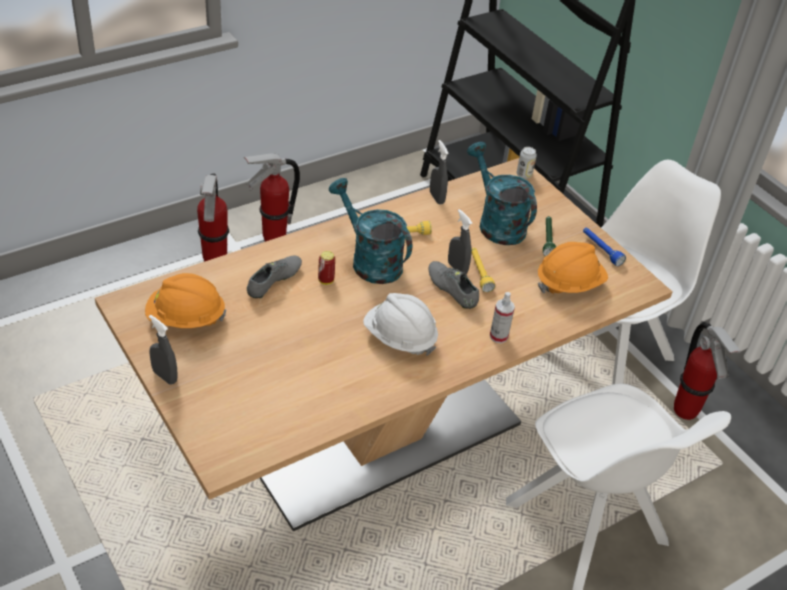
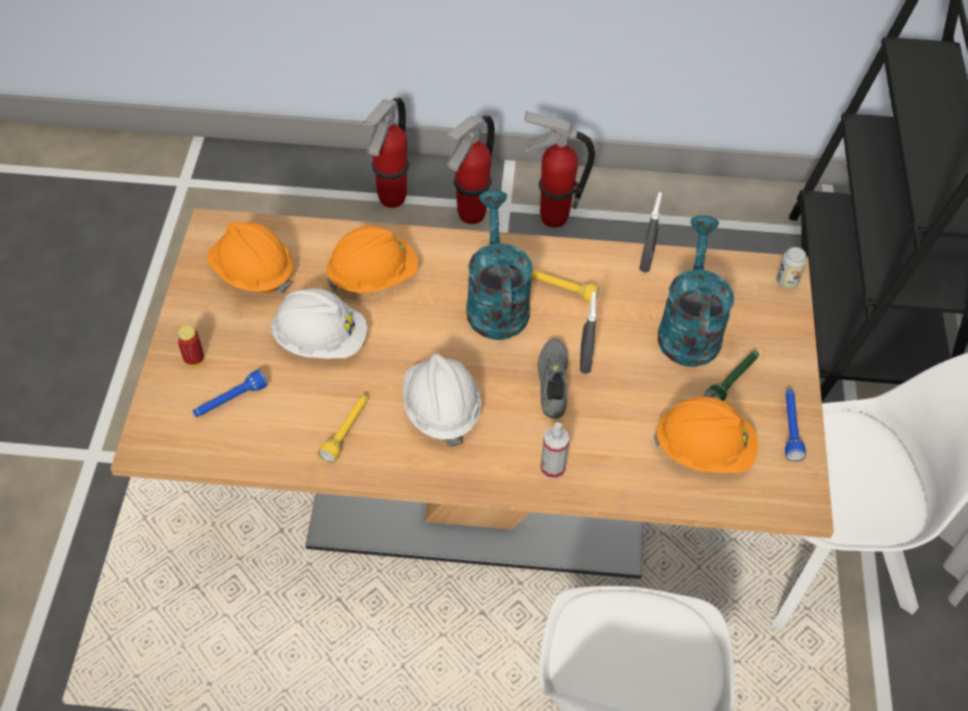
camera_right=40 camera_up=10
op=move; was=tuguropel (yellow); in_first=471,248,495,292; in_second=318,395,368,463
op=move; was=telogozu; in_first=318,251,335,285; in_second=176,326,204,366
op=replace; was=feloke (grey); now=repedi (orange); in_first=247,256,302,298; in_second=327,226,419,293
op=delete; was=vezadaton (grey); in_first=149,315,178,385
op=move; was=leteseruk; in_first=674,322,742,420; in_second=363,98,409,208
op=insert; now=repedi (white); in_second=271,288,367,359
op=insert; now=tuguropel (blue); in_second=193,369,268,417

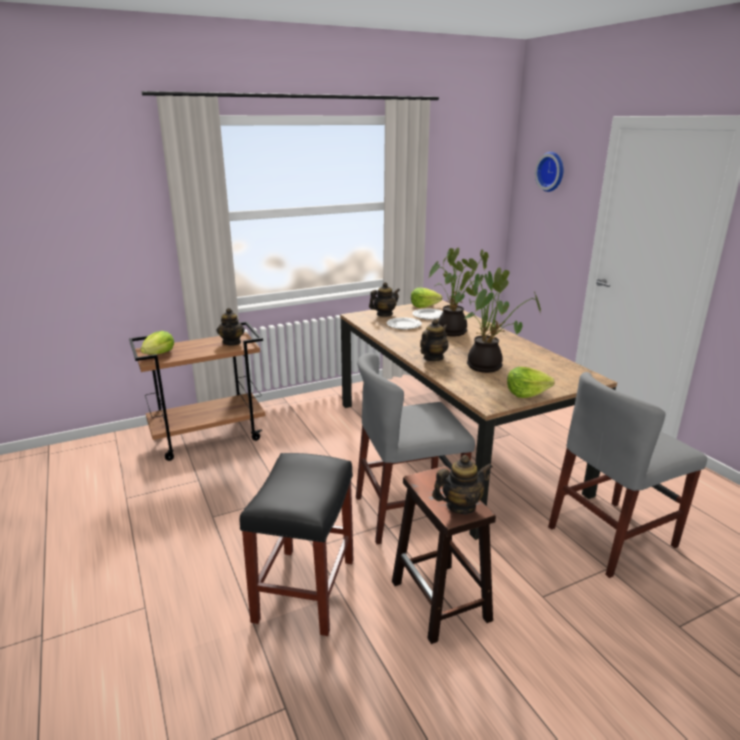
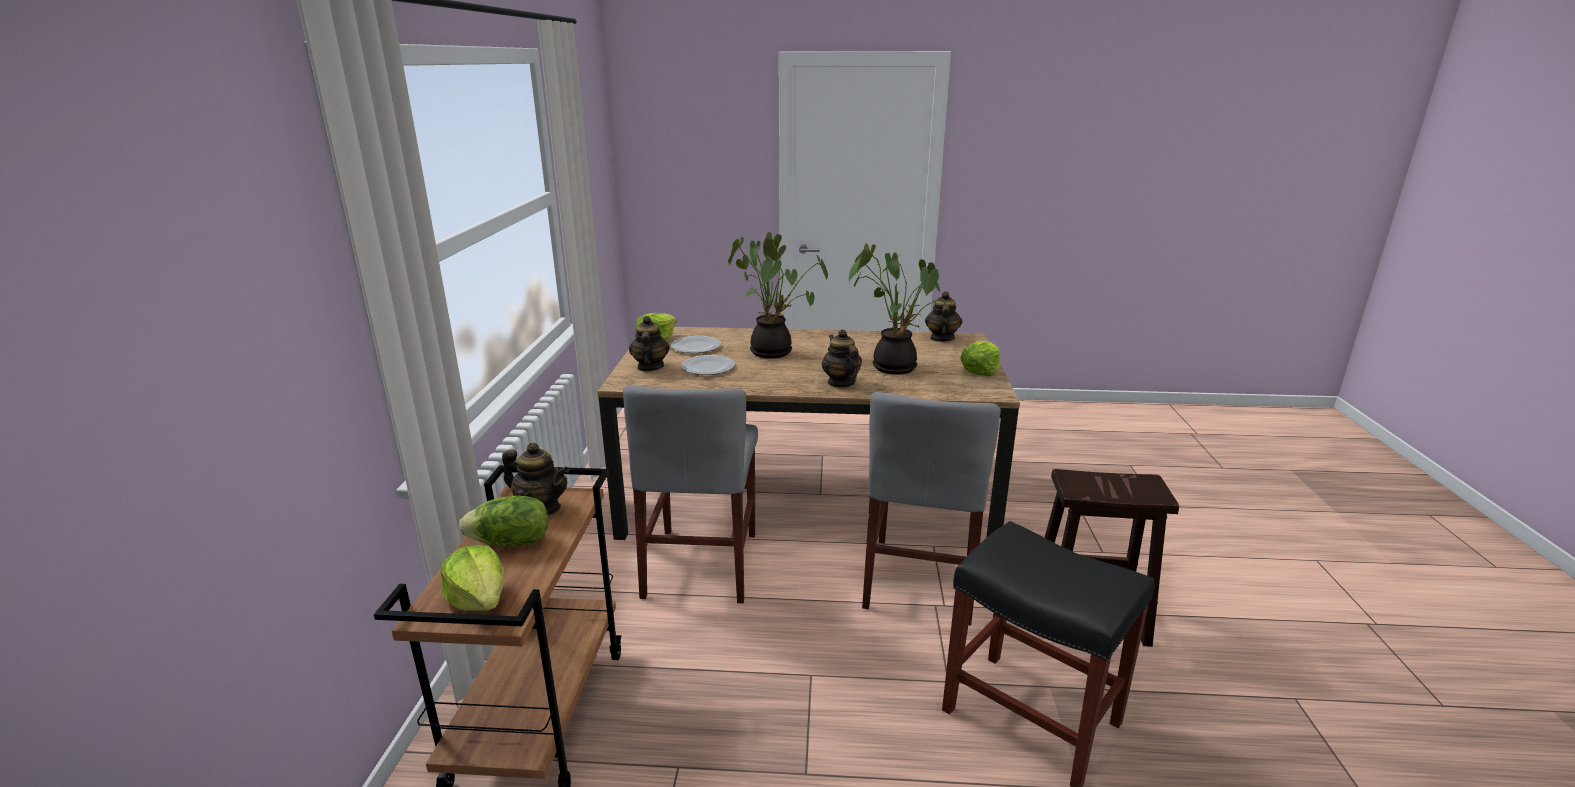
camera_right=-60 camera_up=0
op=delete; was=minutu; in_first=535,152,564,192
op=move; was=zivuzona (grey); in_first=548,372,707,578; in_second=623,385,758,603
op=move; was=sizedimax; in_first=432,455,493,514; in_second=925,291,962,342
op=insert; now=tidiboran; in_second=459,496,548,547

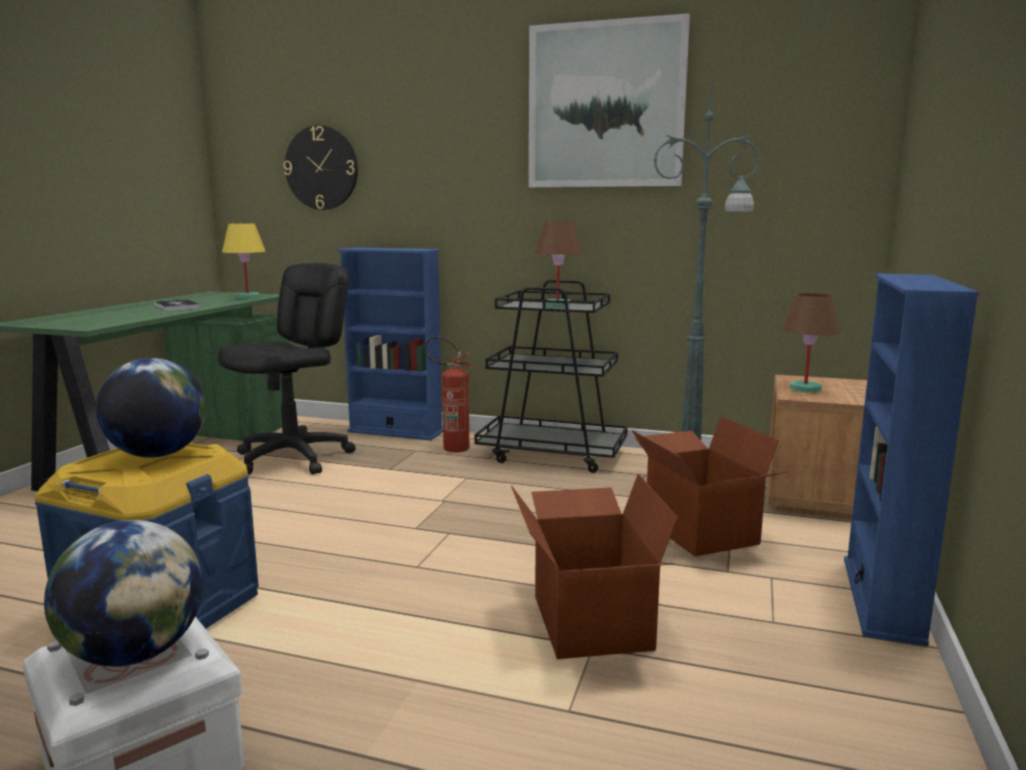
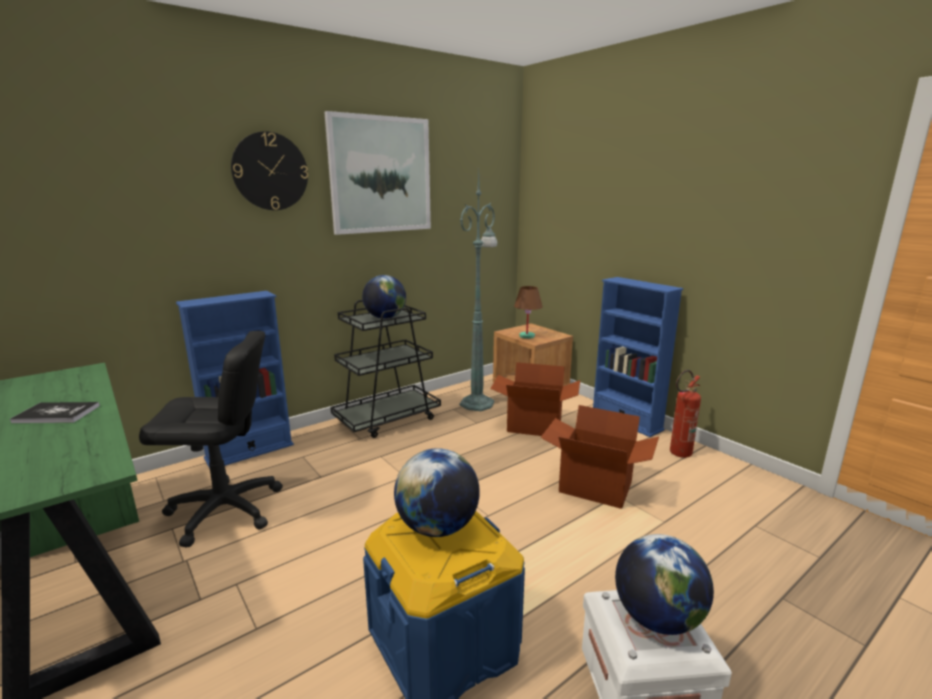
camera_right=-55 camera_up=5
op=move; was=minutu; in_first=284,125,358,210; in_second=231,131,308,210
op=replace; was=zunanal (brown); now=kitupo; in_first=535,221,582,306; in_second=362,275,406,319
op=delete; was=zunanal (yellow); in_first=222,223,266,299
op=rotate; was=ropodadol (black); in_first=218,263,356,475; in_second=139,331,283,547; clockwise=105
op=move; was=leteseruk; in_first=424,336,473,452; in_second=670,370,701,458

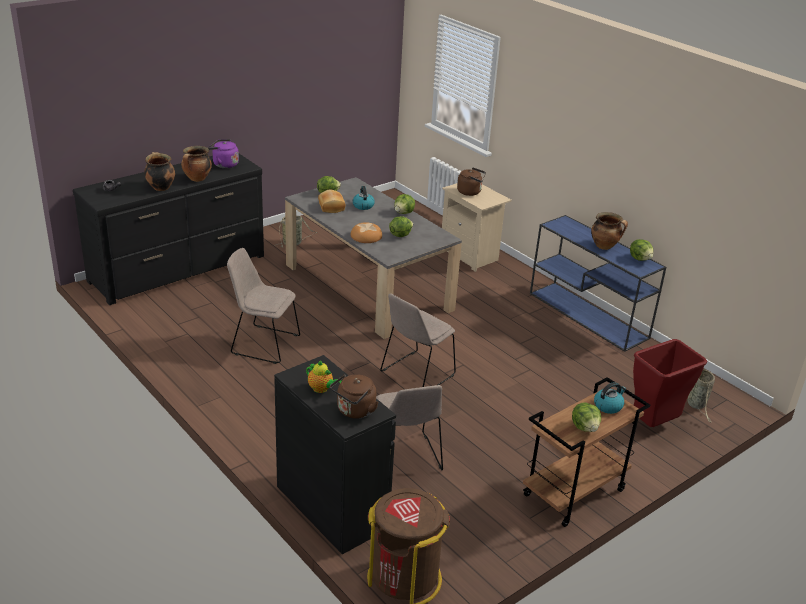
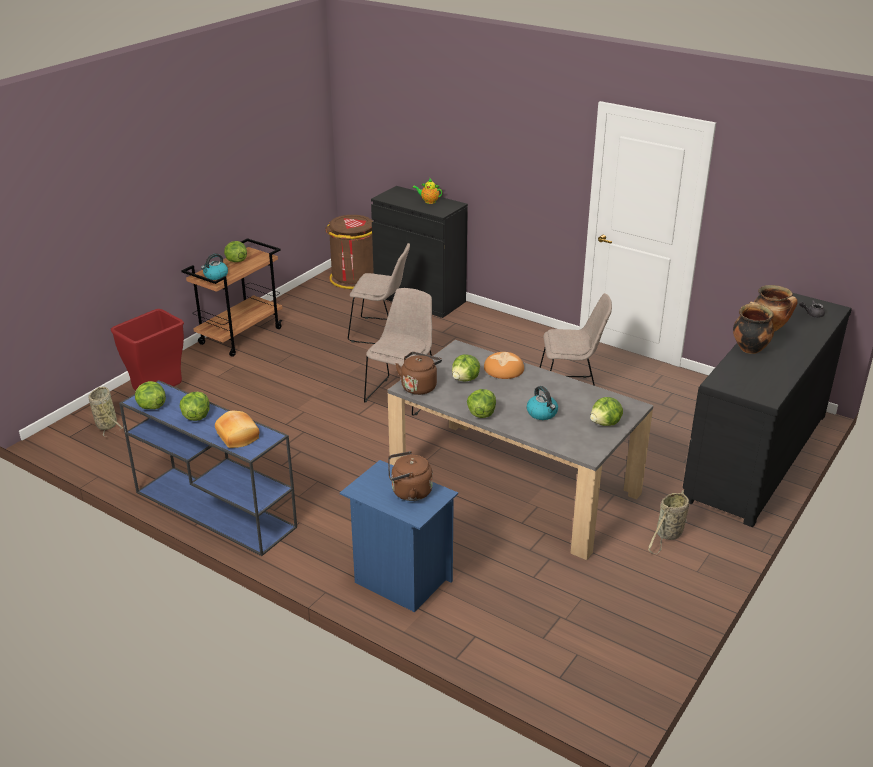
camera_right=165 camera_up=0
op=delete; was=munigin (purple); in_first=207,139,239,168
op=recolor; was=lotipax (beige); now=lotipax (blue); in_first=442,183,512,272; in_second=340,460,458,612
op=move; was=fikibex; in_first=318,189,346,213; in_second=215,411,260,448
op=replace; was=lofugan; now=tidiboran; in_first=591,212,628,250; in_second=180,392,210,421
op=move; was=munigin (brown); in_first=330,374,378,419; in_second=396,352,442,395
op=rotate; was=zivuzona (beige); in_first=376,385,443,470; in_second=348,243,410,344; clockwise=135

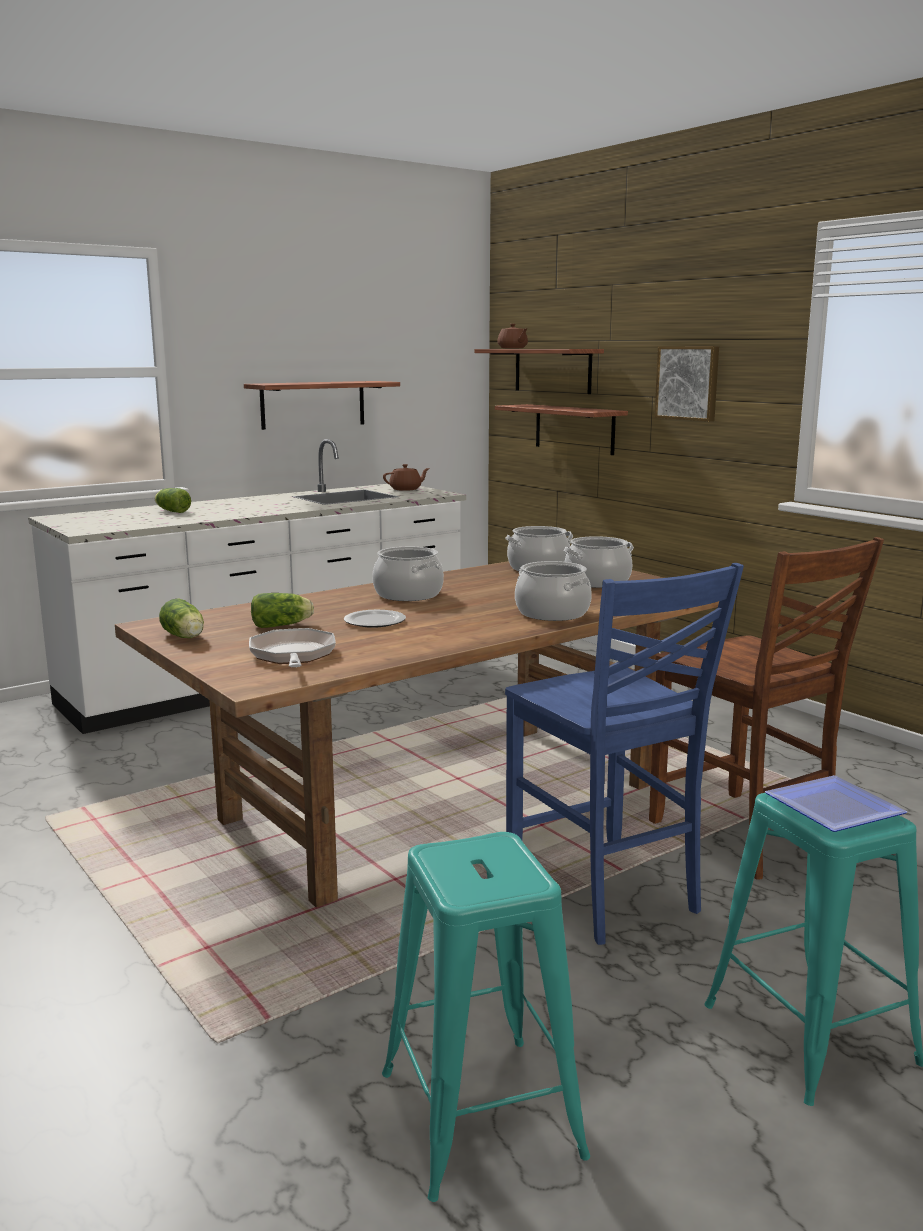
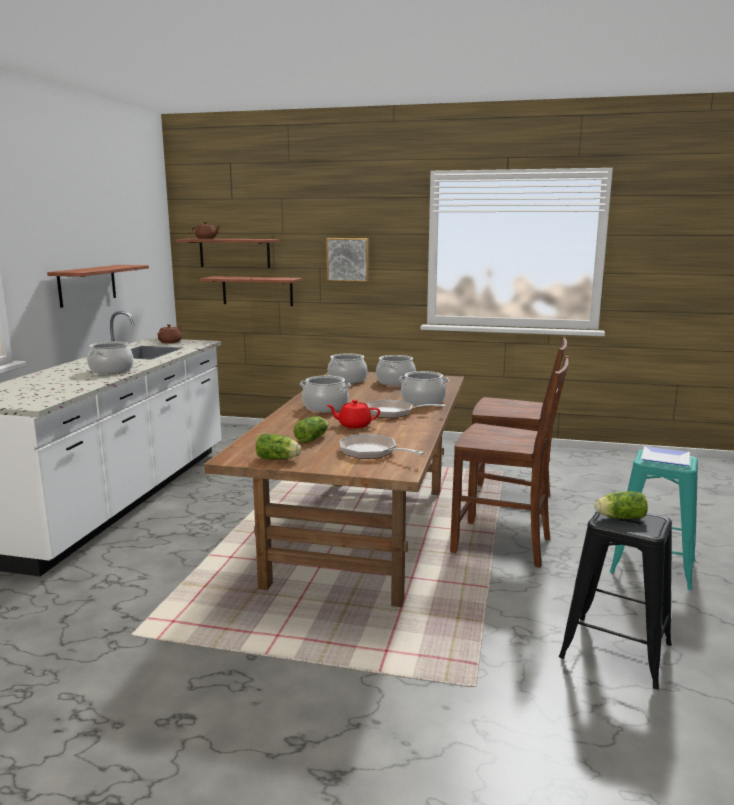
camera_right=-40 camera_up=0
op=move; was=tidiboran; in_first=155,488,191,513; in_second=595,491,648,519
op=recolor; was=zivuzona (blue); now=zivuzona (brown); in_first=505,563,744,945; in_second=450,356,570,568
op=replace; was=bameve; now=sizedimax (red); in_first=344,610,406,628; in_second=327,400,380,428
op=recolor; was=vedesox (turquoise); now=vedesox (black); in_first=382,832,590,1202; in_second=559,511,672,689
op=insert; now=lofugan; in_second=87,342,134,374
op=insert; now=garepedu; in_second=366,400,445,418

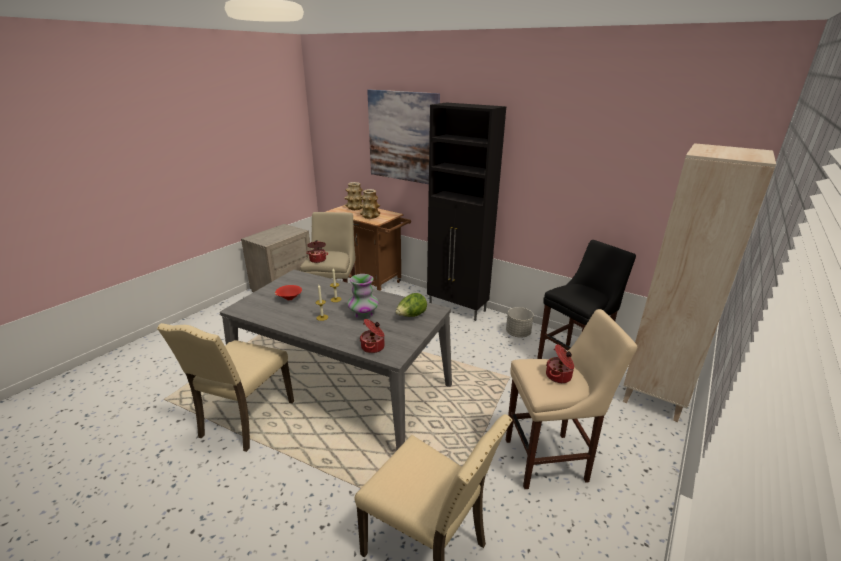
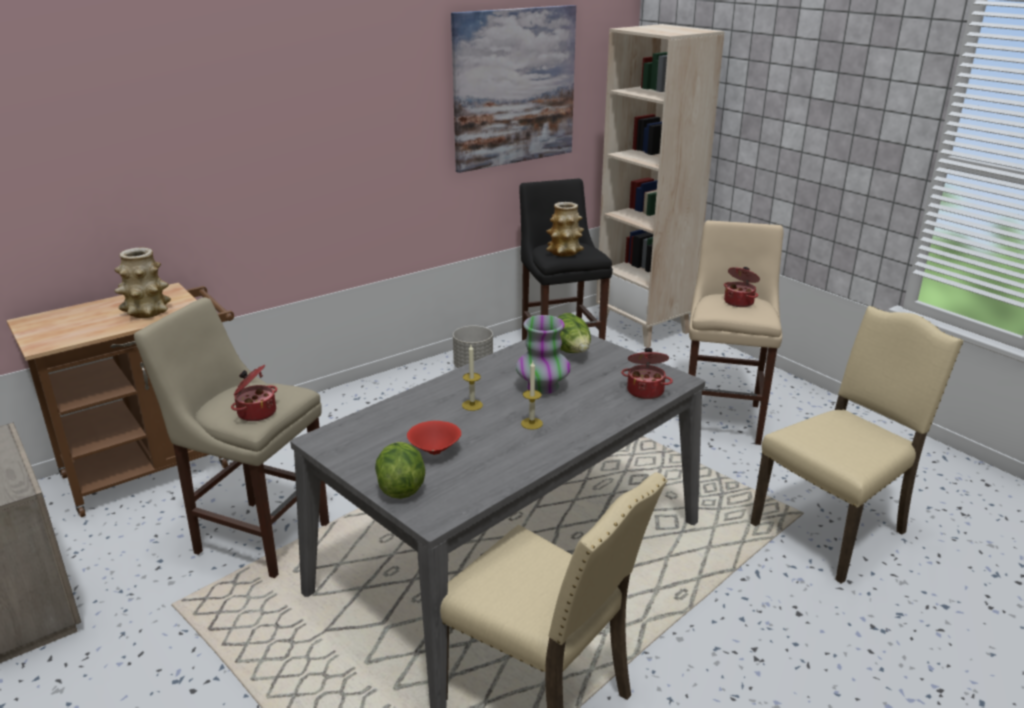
camera_right=-70 camera_up=0
op=move; was=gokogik; in_first=367,89,440,184; in_second=451,5,576,173
op=delete; was=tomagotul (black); in_first=427,102,506,321
op=move; was=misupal; in_first=344,182,363,210; in_second=546,202,584,257
op=insert; now=tidiboran; in_second=375,442,425,499

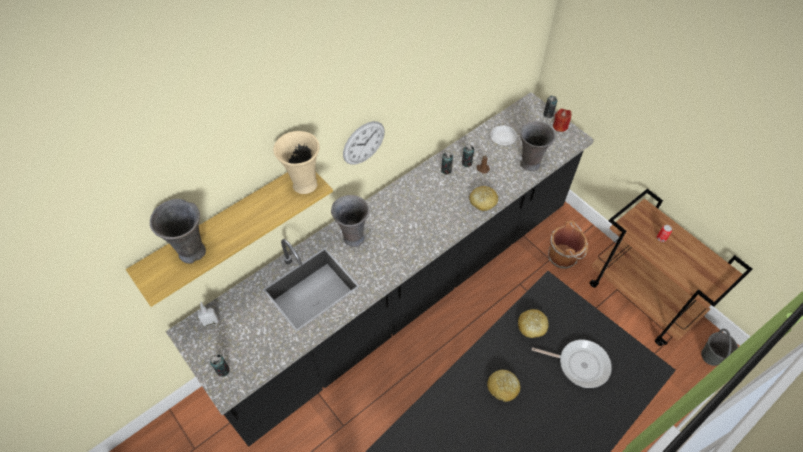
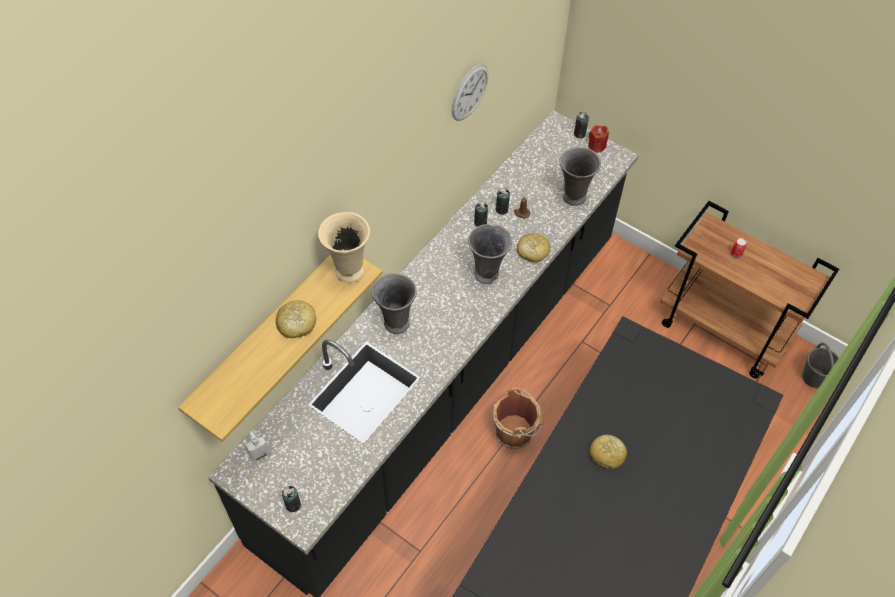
camera_right=-15 camera_up=0
op=move; was=minutu; in_first=343,121,385,165; in_second=452,64,488,121
op=delete; was=bameve (white); in_first=490,125,517,145
op=move; was=misupal (grey); in_first=150,199,206,264; in_second=468,224,512,284
op=move; was=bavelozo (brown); in_first=548,221,588,269; in_second=493,387,543,449
op=move; was=fikibex; in_first=518,309,549,338; in_second=276,300,316,338
op=delete; was=garepedu; in_first=532,340,612,388

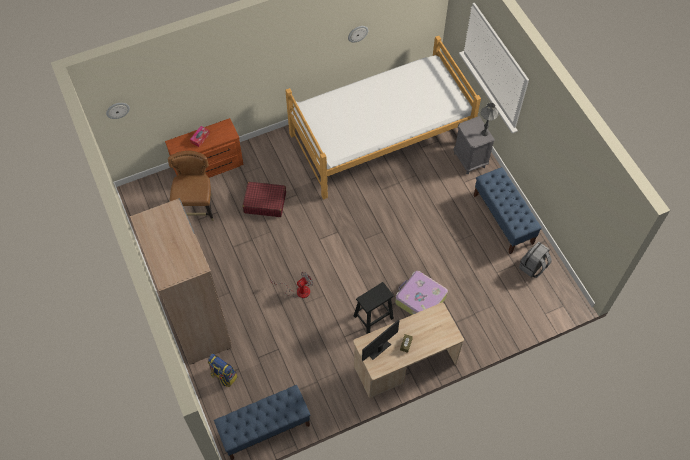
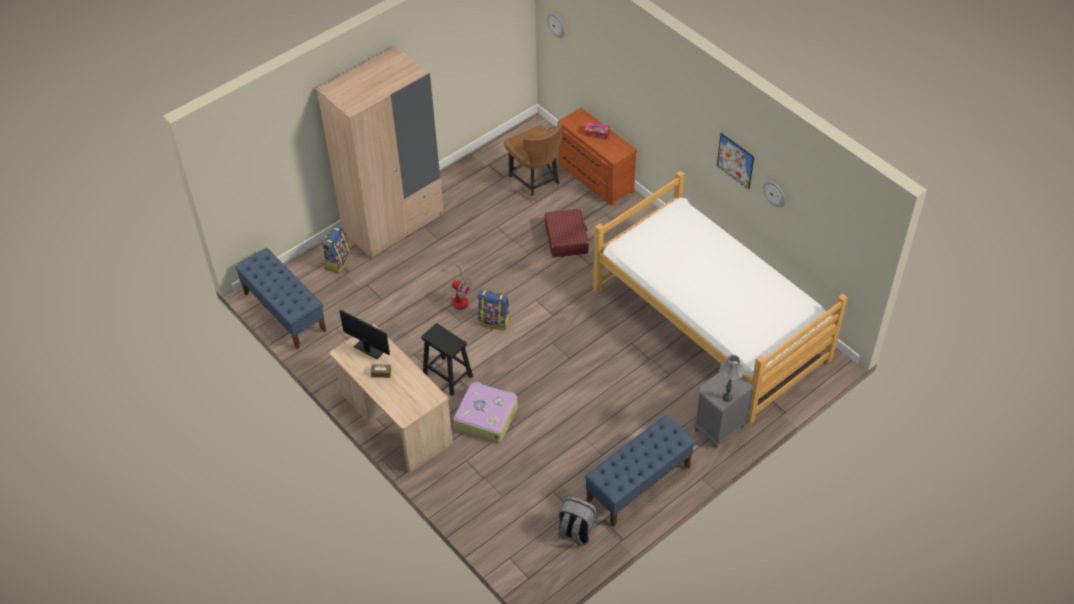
camera_right=75 camera_up=-10
op=rotate; was=zivuzona (brown); in_first=168,151,214,221; in_second=504,121,563,201; clockwise=75
op=insert; now=gokogik; in_second=717,133,754,189
op=insert; now=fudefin; in_second=477,289,510,331

